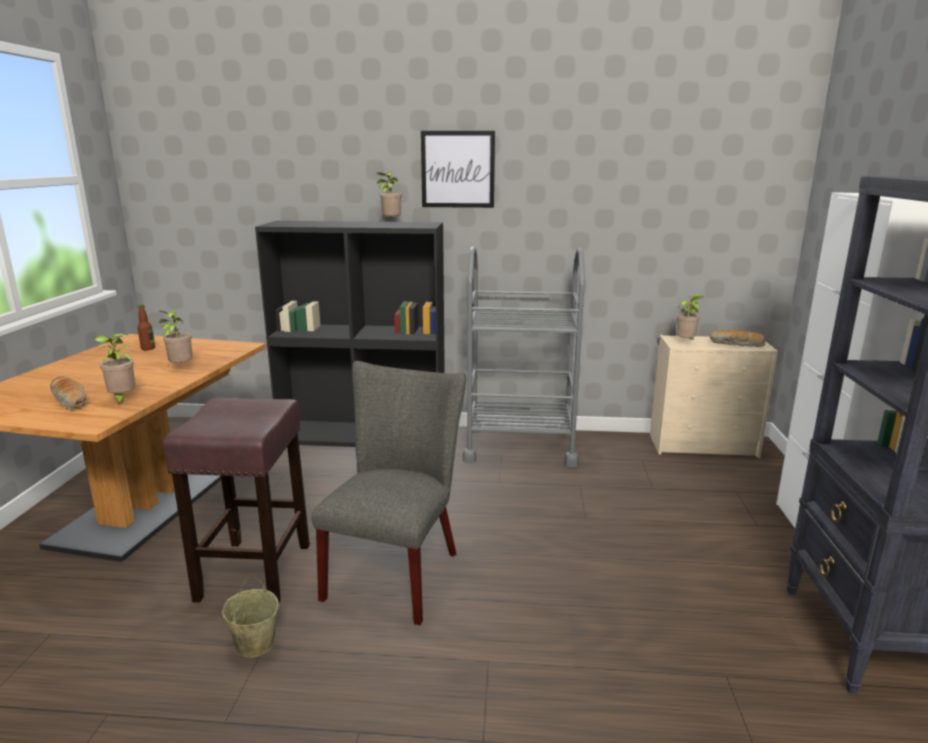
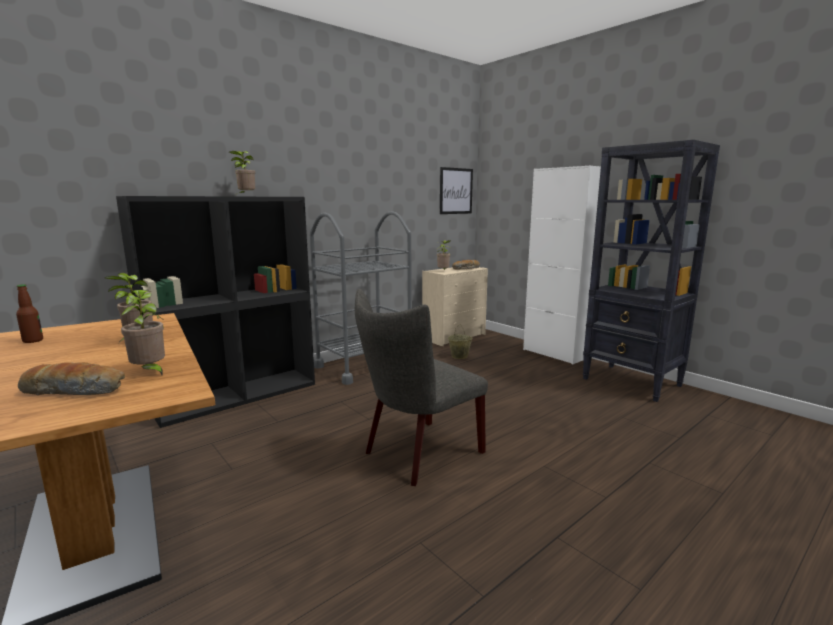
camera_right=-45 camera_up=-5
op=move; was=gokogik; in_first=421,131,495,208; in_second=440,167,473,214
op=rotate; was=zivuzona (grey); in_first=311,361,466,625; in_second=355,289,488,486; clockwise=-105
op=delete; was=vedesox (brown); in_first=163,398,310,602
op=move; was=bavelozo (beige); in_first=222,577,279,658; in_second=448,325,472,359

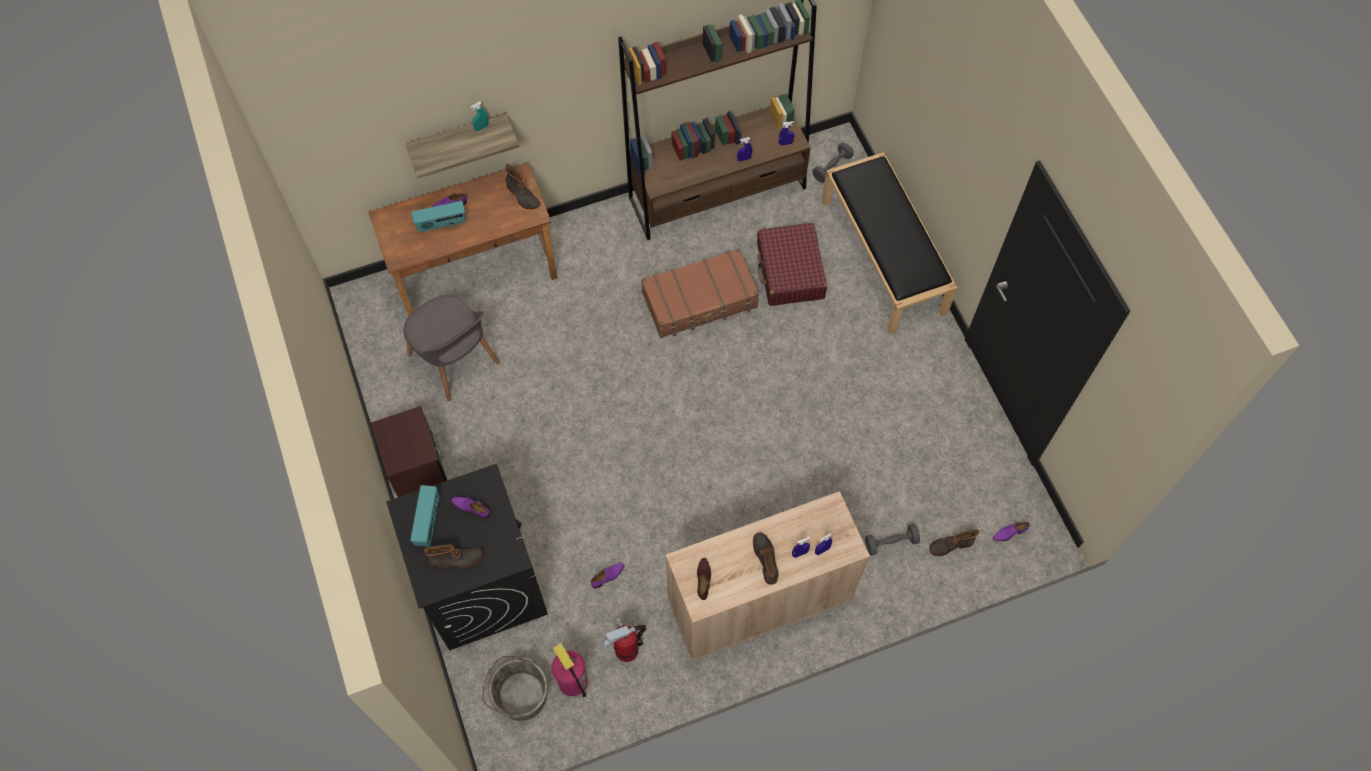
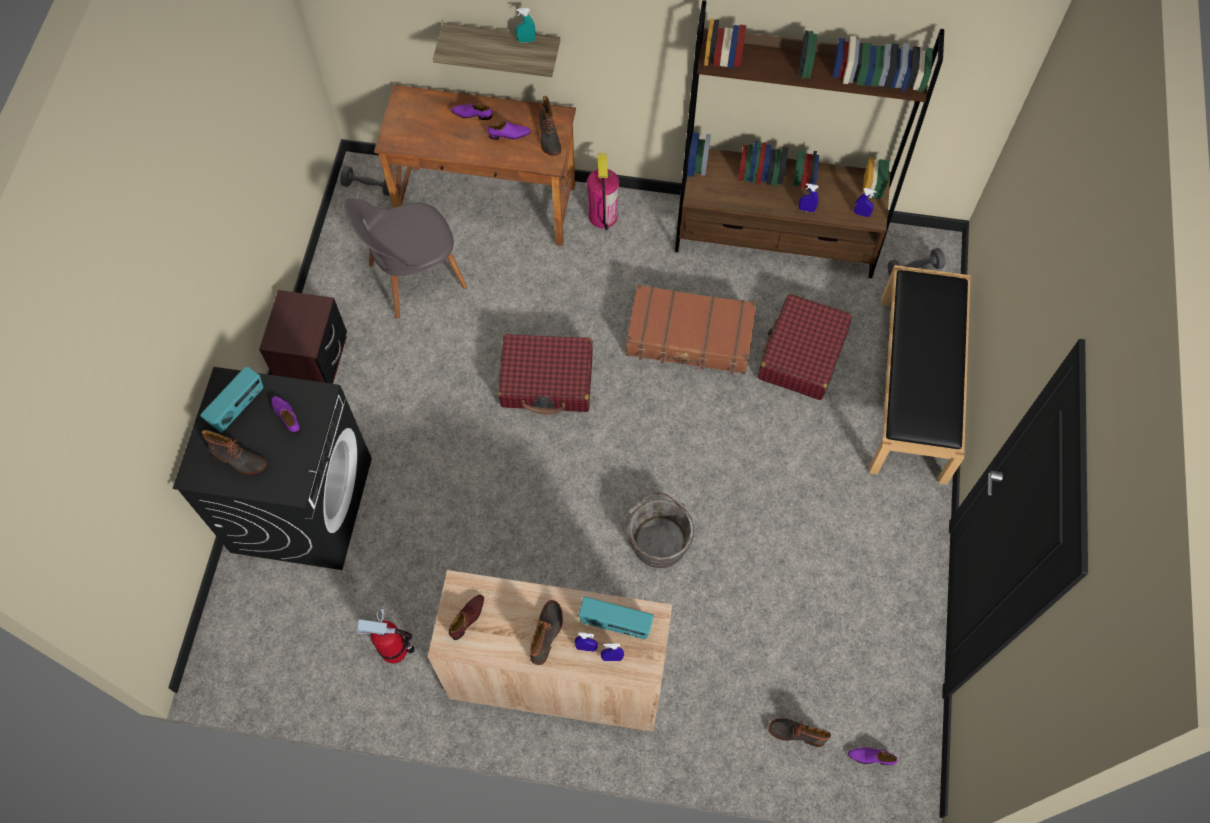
camera_right=30 camera_up=0
op=move; was=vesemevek; in_first=411,201,466,232; in_second=579,597,654,639
op=rotate; was=zivuzona (grey); in_first=404,295,500,401; in_second=344,198,467,319; clockwise=75
op=move; was=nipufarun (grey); in_first=865,524,920,555; in_second=340,166,390,196
op=move; was=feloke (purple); in_first=591,563,624,589; in_second=488,121,531,140
op=move; was=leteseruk; in_first=552,643,588,697; in_second=587,153,619,231
op=move; was=bavelozo (grey); in_first=482,656,548,721; in_second=622,493,694,568
op=insert; now=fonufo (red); in_second=498,334,593,415

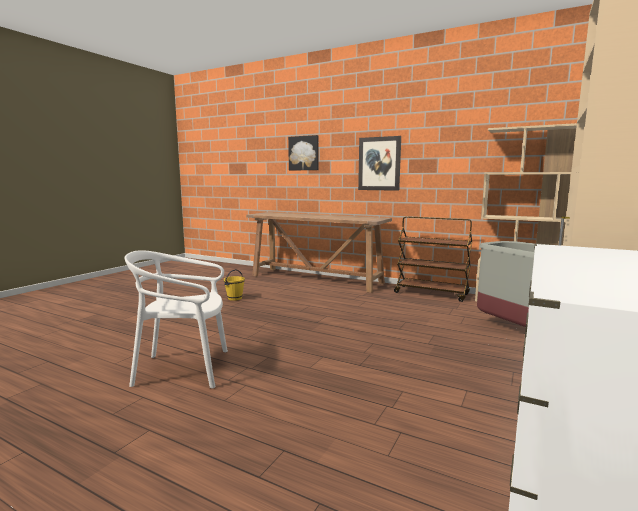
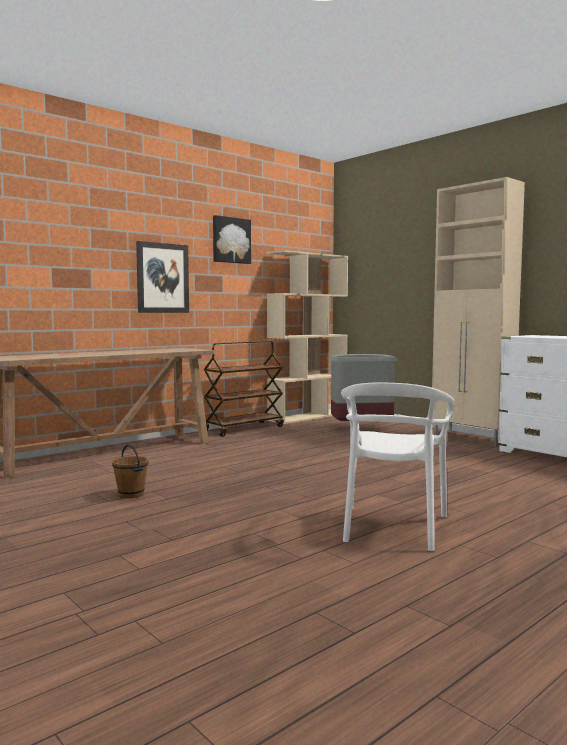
camera_right=-70 camera_up=-5
op=move; was=gokogik; in_first=288,135,319,170; in_second=213,215,251,264
op=recolor; was=bavelozo (yellow); now=bavelozo (brown); in_first=224,269,245,301; in_second=112,444,149,498

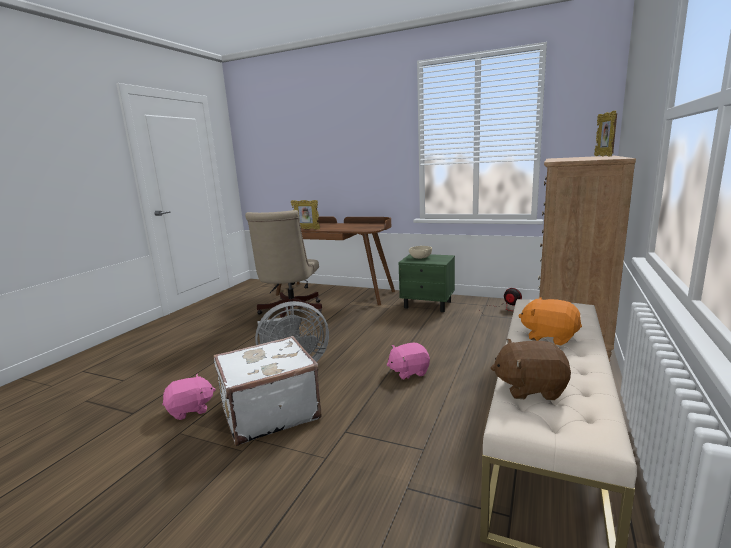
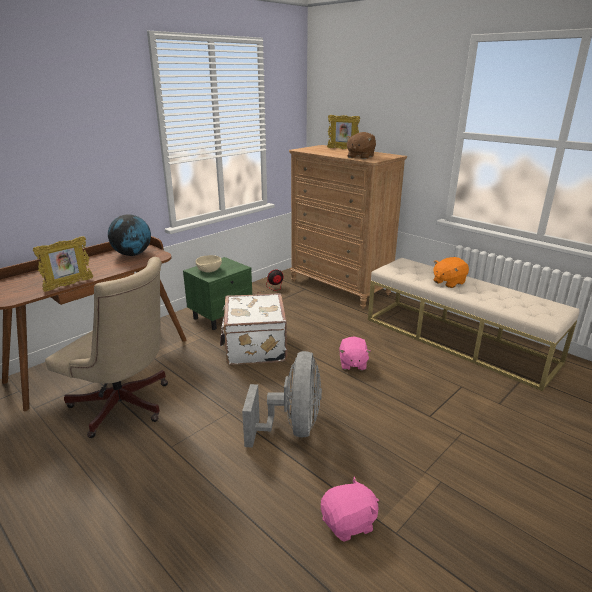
camera_right=-70 camera_up=10
op=move; was=fonufo (white); in_first=213,336,321,446; in_second=220,293,287,365
op=move; was=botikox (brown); in_first=491,338,571,400; in_second=346,132,376,159
op=rotate; was=botikox (pink); in_first=162,374,216,420; in_second=321,477,379,542; clockwise=75
op=insert; now=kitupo; in_second=108,214,151,256

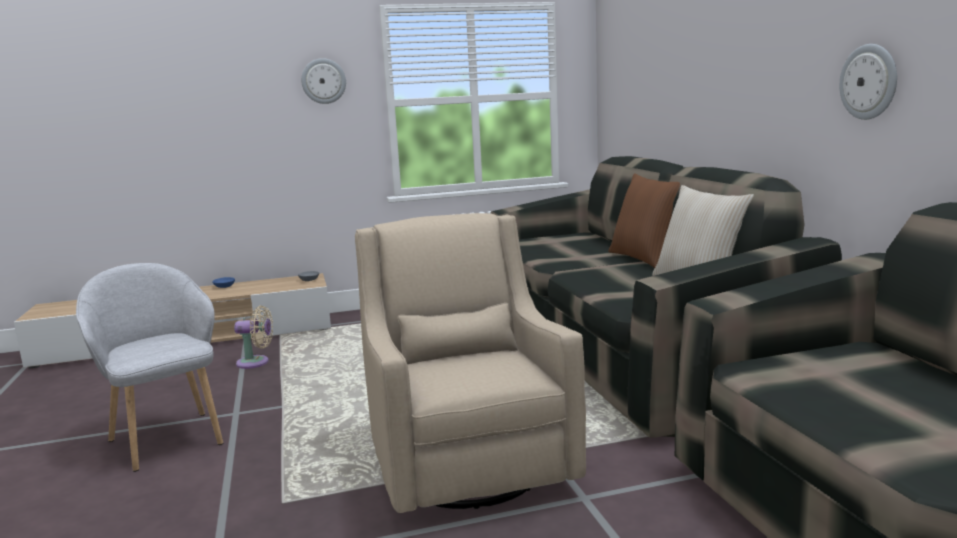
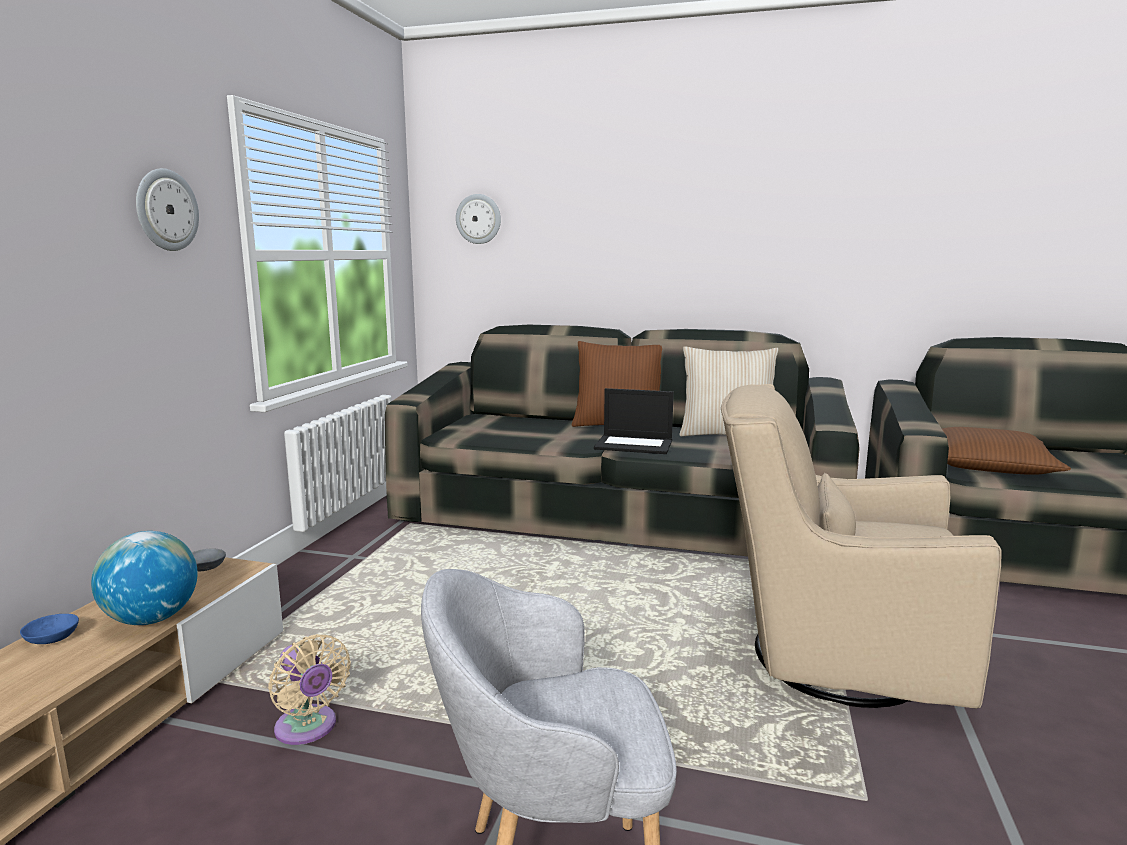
camera_right=-60 camera_up=0
op=move; was=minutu; in_first=839,44,897,120; in_second=456,194,501,244
op=rotate; was=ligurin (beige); in_first=234,306,273,369; in_second=268,634,351,745; clockwise=105
op=insert; now=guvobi; in_second=594,388,674,454
op=insert; now=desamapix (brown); in_second=942,427,1071,475
op=insert; now=kitupo; in_second=91,531,198,625

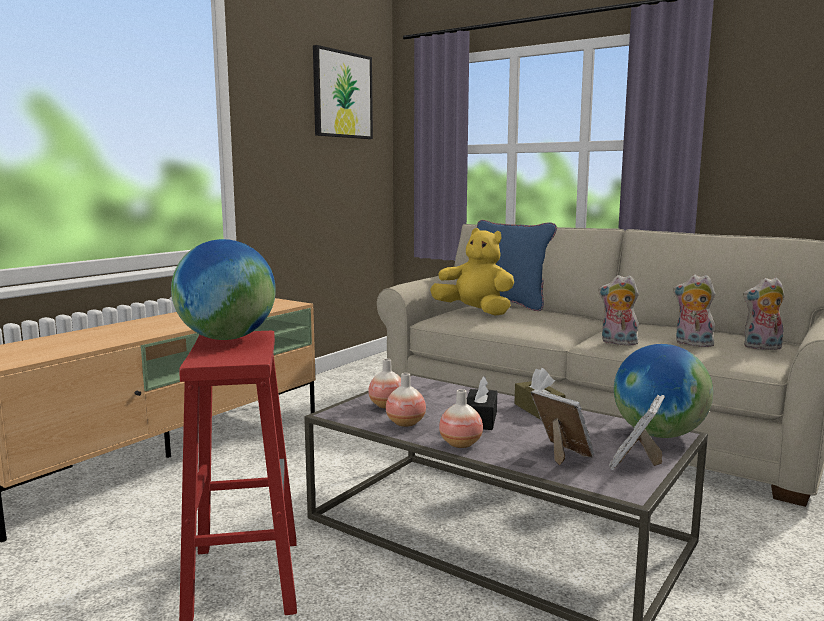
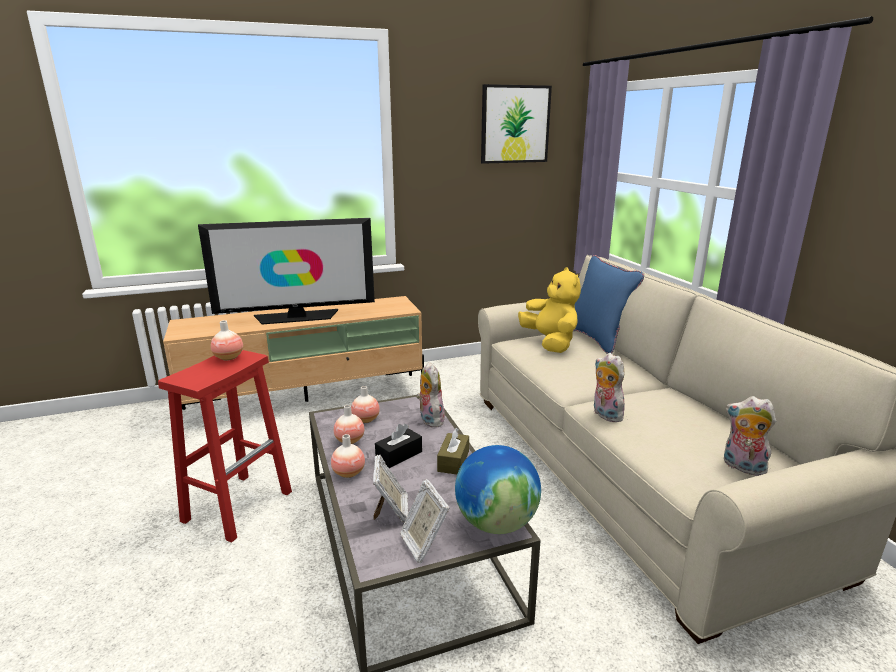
camera_right=35 camera_up=10
op=replace; was=kitupo; now=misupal; in_first=171,239,276,340; in_second=211,320,243,360
op=move; was=botikox; in_first=673,275,716,347; in_second=416,362,445,427
op=rotate; was=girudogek; in_first=609,395,665,470; in_second=400,479,450,564; clockwise=-90
op=insert; now=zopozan; in_second=198,218,375,324

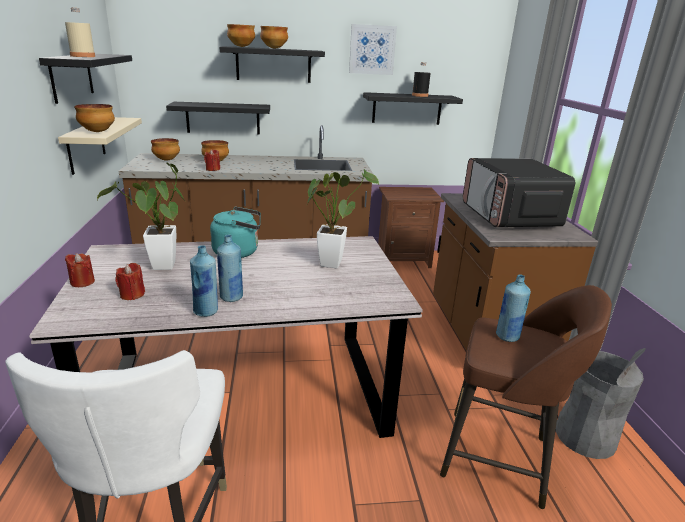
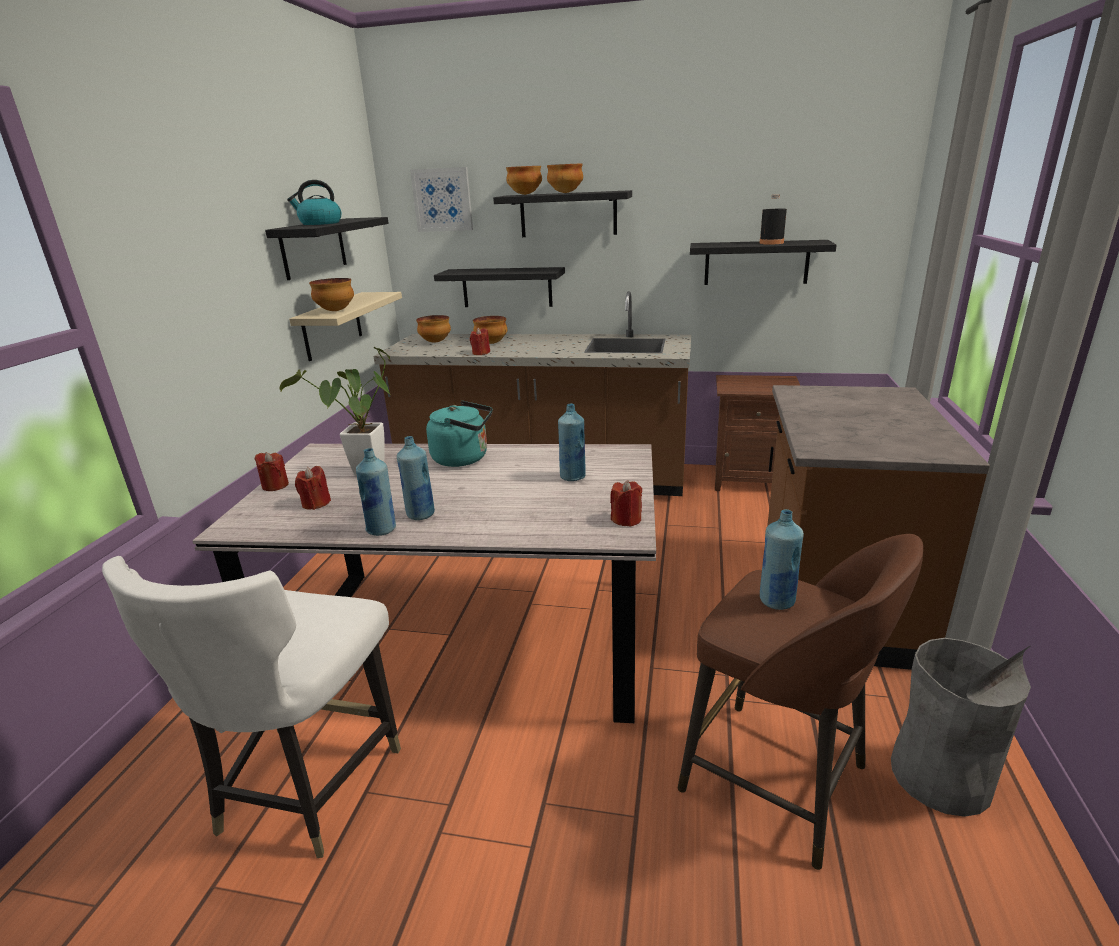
camera_right=20 camera_up=0
op=replace; was=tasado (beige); now=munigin; in_first=65,8,95,57; in_second=287,180,341,225
op=move; was=gokogik; in_first=349,24,397,75; in_second=410,167,473,232
op=delete; was=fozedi; in_first=463,158,575,227
op=replace; was=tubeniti; now=tasado (blue); in_first=307,169,380,268; in_second=558,403,586,481
op=insert; now=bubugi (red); in_second=610,480,642,527

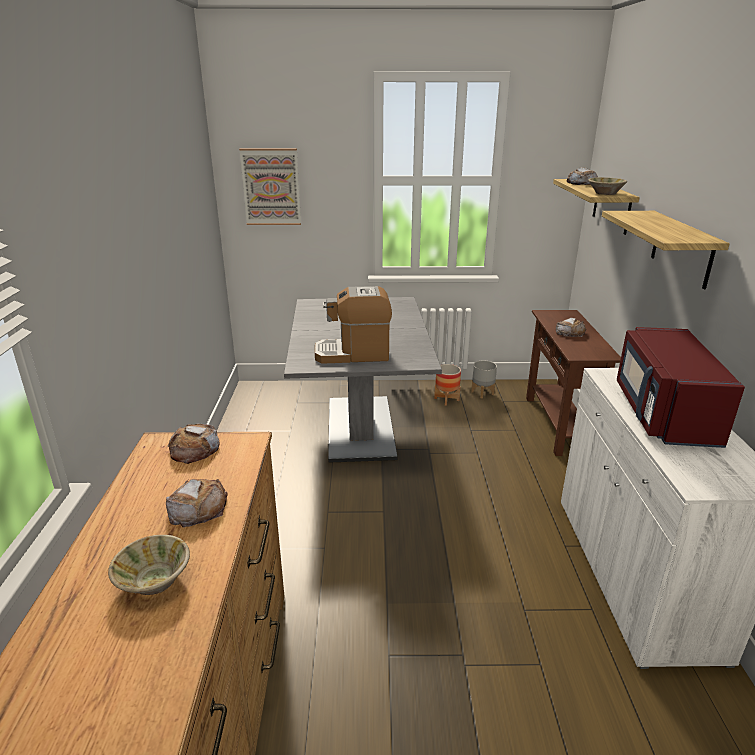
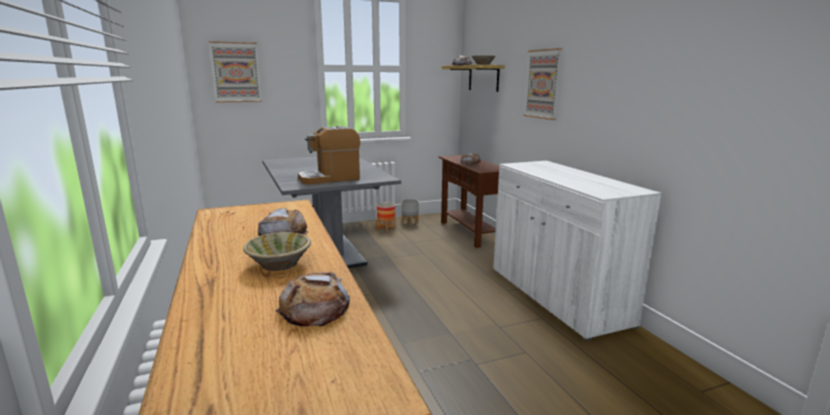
camera_right=-20 camera_up=-10
op=replace; was=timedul; now=gokogik; in_first=602,211,730,289; in_second=524,48,562,120
op=delete; was=fozedi (red); in_first=617,327,745,448
op=move; was=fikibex; in_first=168,423,219,464; in_second=276,272,350,326

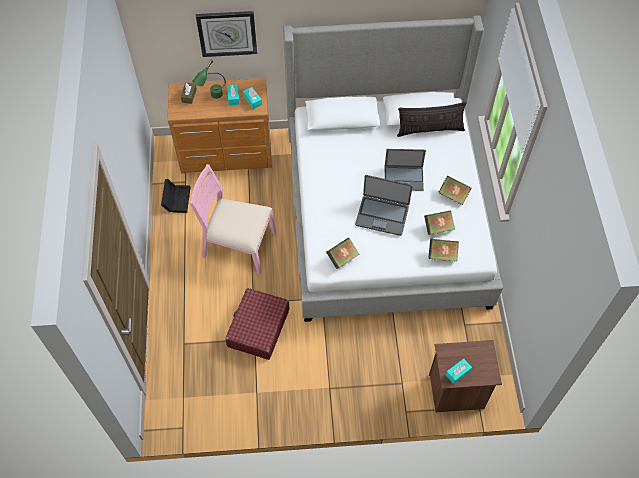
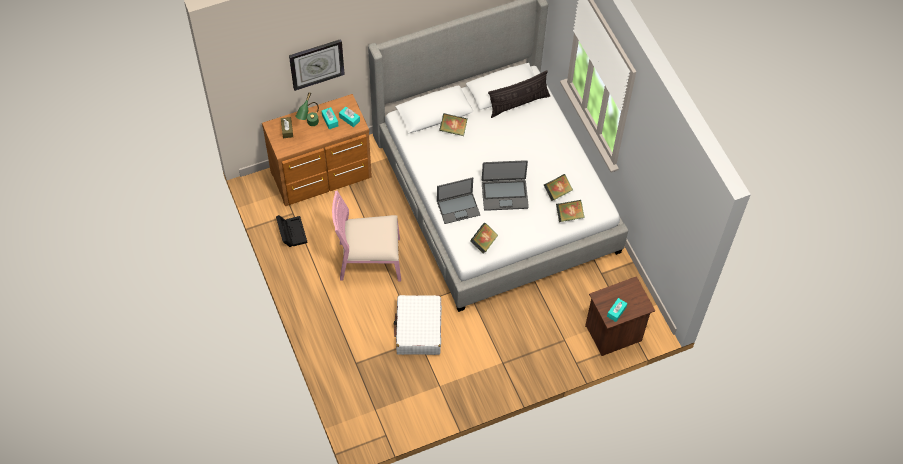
camera_right=-20 camera_up=0
op=move; was=guvobi; in_first=385,149,426,191; in_second=437,177,480,224
op=move; was=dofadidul; in_first=438,176,472,205; in_second=439,113,468,136
op=recolor; was=fonufo (red); now=fonufo (white); in_first=225,288,289,360; in_second=394,295,442,355

